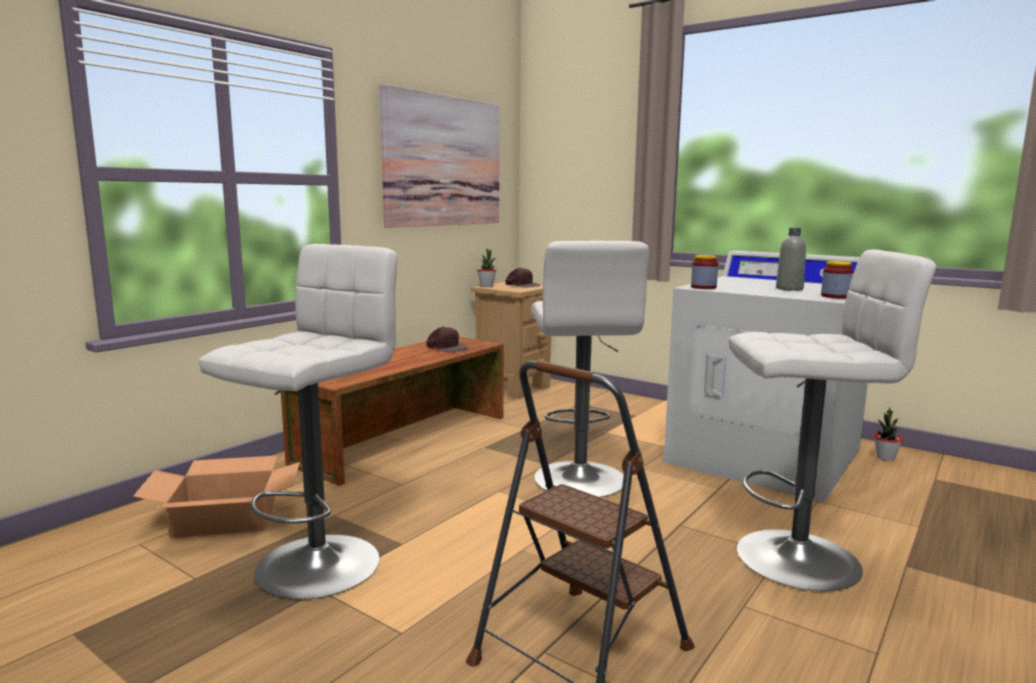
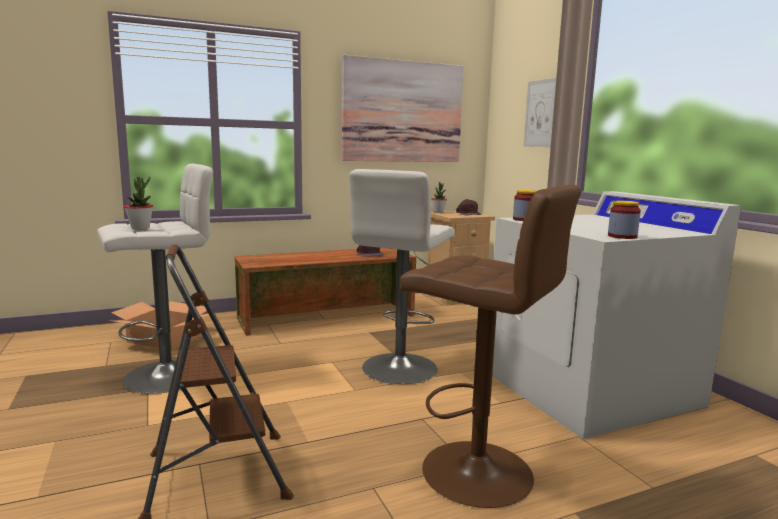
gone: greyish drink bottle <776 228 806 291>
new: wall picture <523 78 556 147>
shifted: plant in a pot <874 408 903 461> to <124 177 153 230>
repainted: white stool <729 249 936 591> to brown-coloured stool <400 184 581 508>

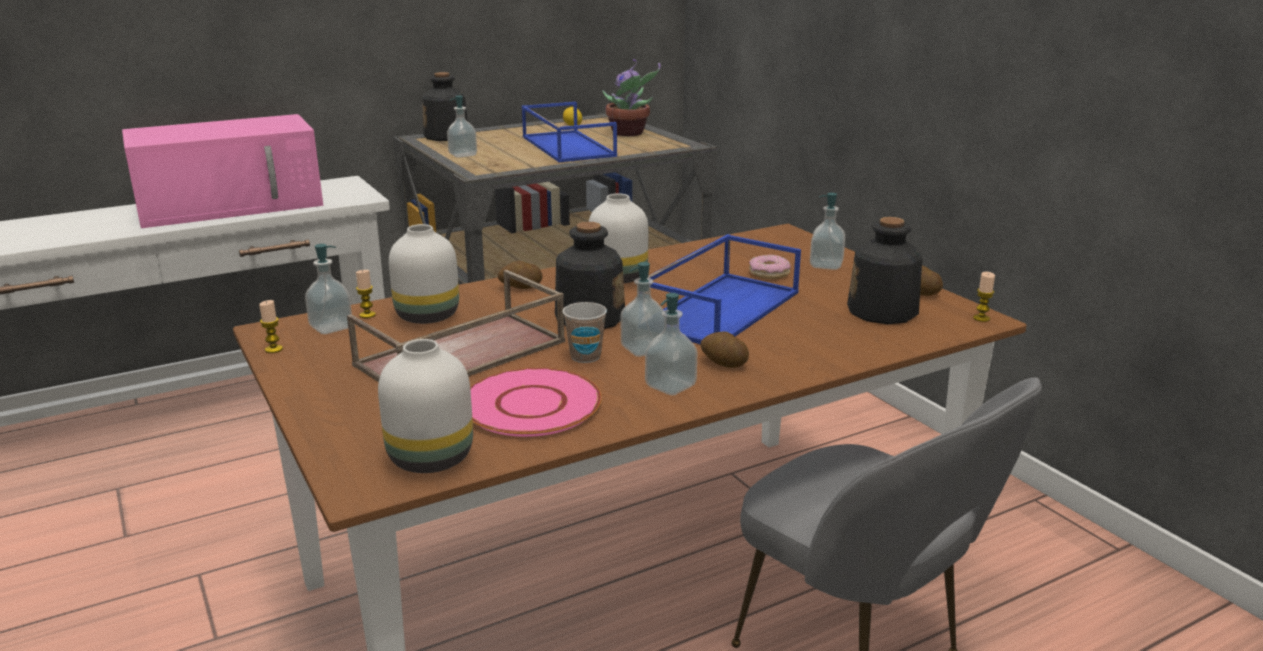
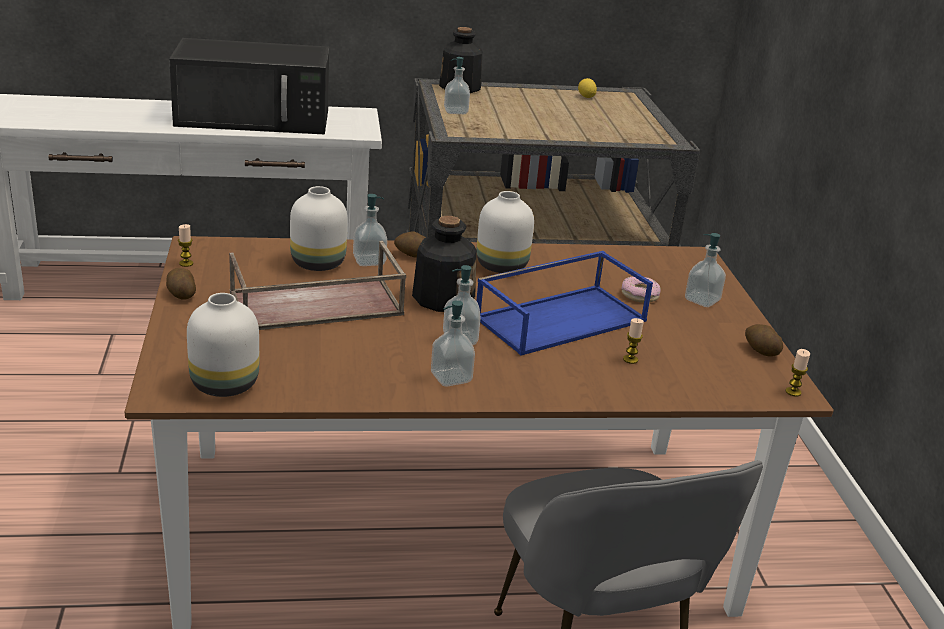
gone: pink flat dish <470 368 602 437>; bluish carrying tray <522 102 617 162>; small cup <563 302 607 363>; plant in a pot <603 59 661 136>; drink bottle <847 217 922 324>
shifted: potato <700 332 749 368> to <166 268 196 300>; liquid soap bottle <305 244 352 334> to <353 194 387 266>; wax candle <356 270 376 318> to <623 318 644 364>
repainted: pink kitchen microwave <122 114 323 228> to black kitchen microwave <169 38 329 134>

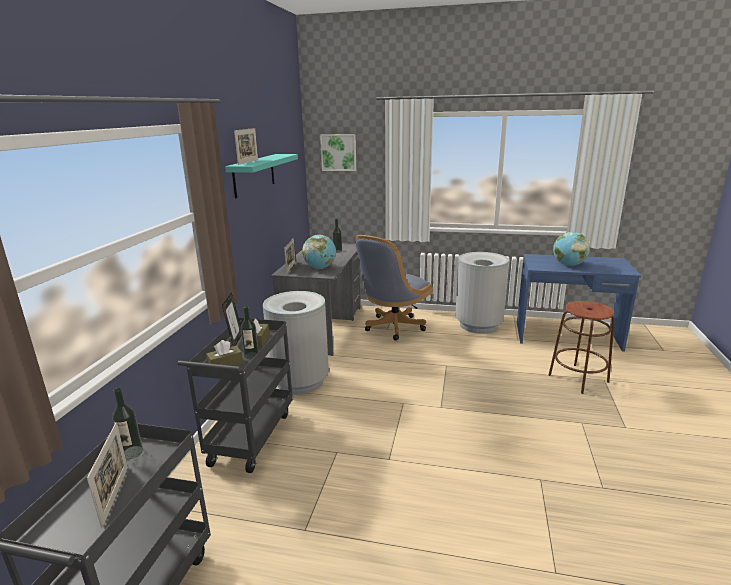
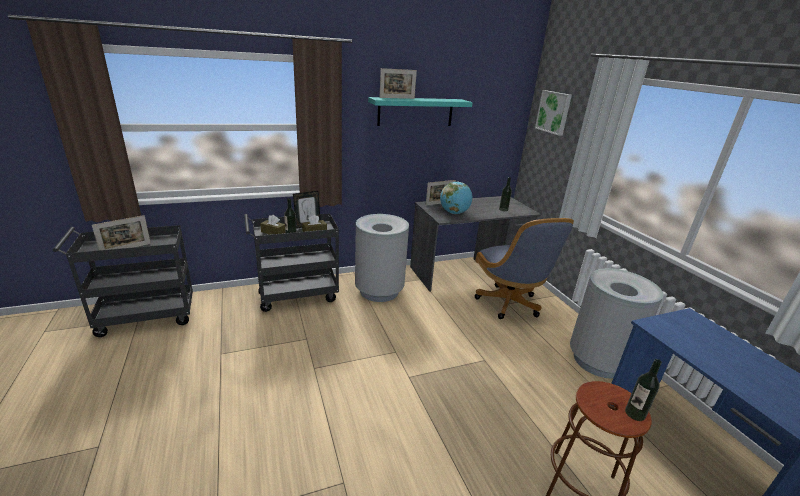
gone: world globe <553 232 590 266>
shifted: drink bottle <112 388 143 459> to <625 359 662 421>
rotated: bluish computer chair <356 235 433 341> = <475 218 574 319> 105 degrees counterclockwise

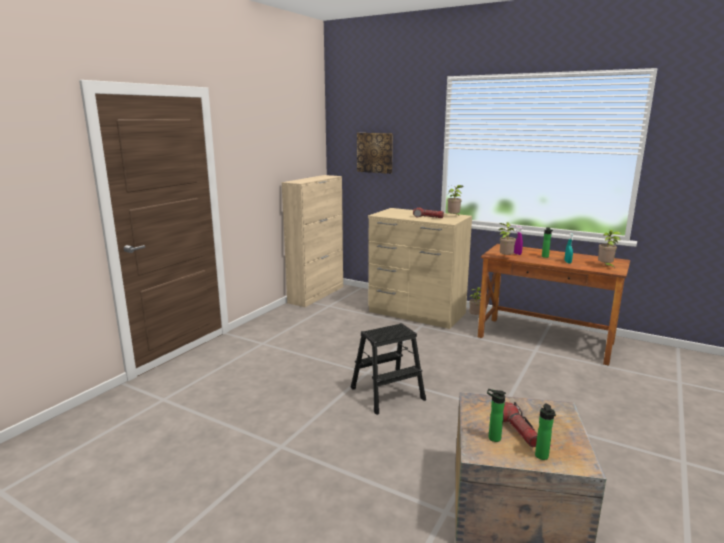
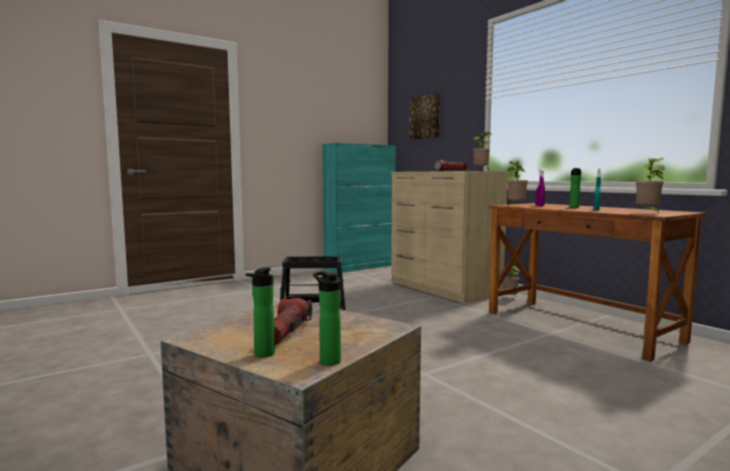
shifted: drink bottle <487 389 506 442> to <313 271 341 366>
repainted: beige-coloured storage cabinet <282 175 343 307> to turquoise-coloured storage cabinet <322 143 396 273>

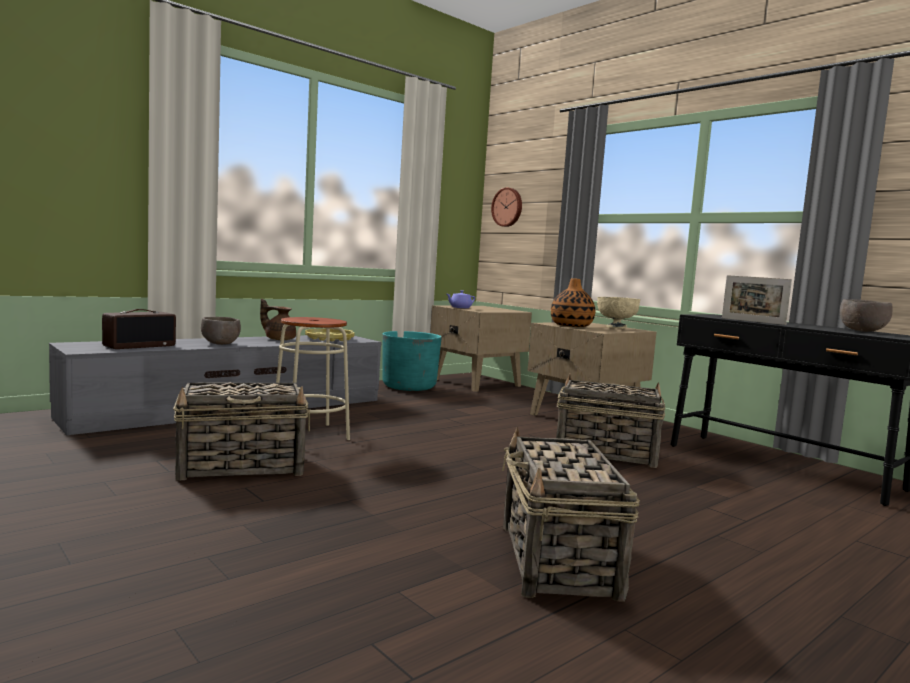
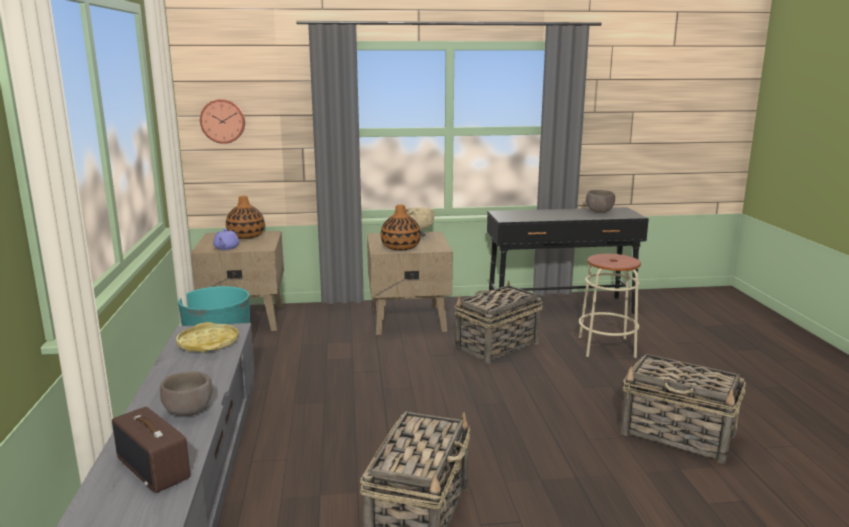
gone: brown-coloured tea pot <260 299 296 340>; standing frame <722 275 792 325>
new: decorative vase <226 196 265 239>
shifted: beige-coloured stool <276 317 350 440> to <579 254 641 358>
rotated: radio set <102 309 176 349> = <112 407 190 493> 150 degrees clockwise

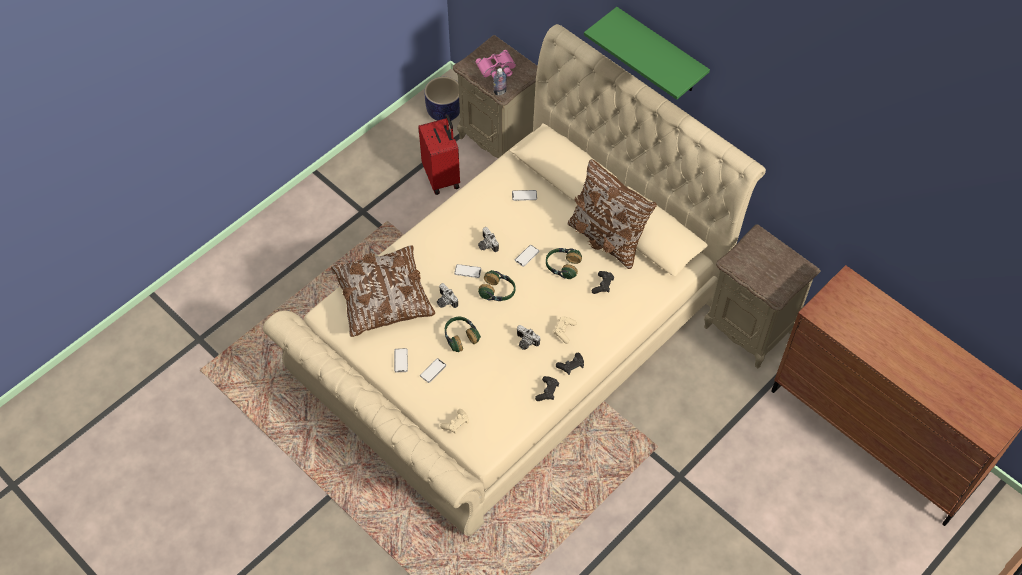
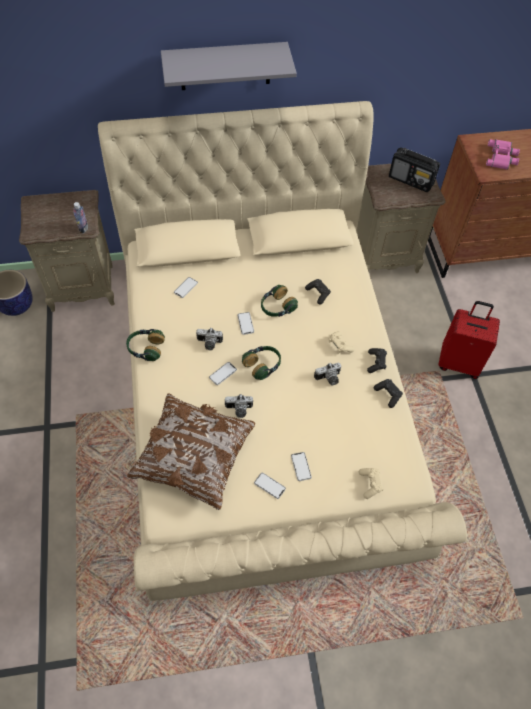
gone: brown-coloured throw pillow <567 159 657 269>
new: radio set <389 147 440 192>
shifted: headset <445 316 481 352> to <126 329 165 361>; red-coloured travel case <418 115 460 195> to <438 301 500 379>; pink pair of binoculars <476 50 516 79> to <486 139 520 170>
repainted: greenish bracket shelf <584 7 710 100> to greyish bracket shelf <161 42 297 90>

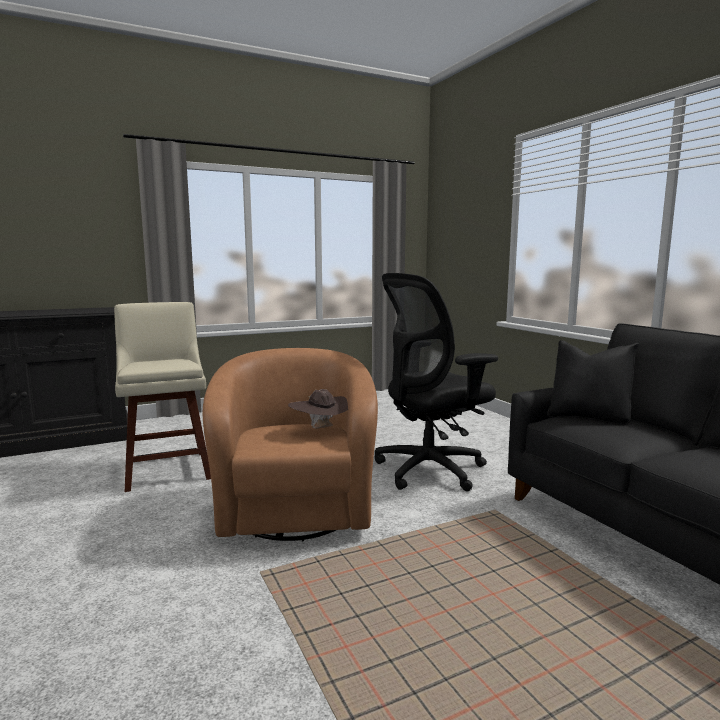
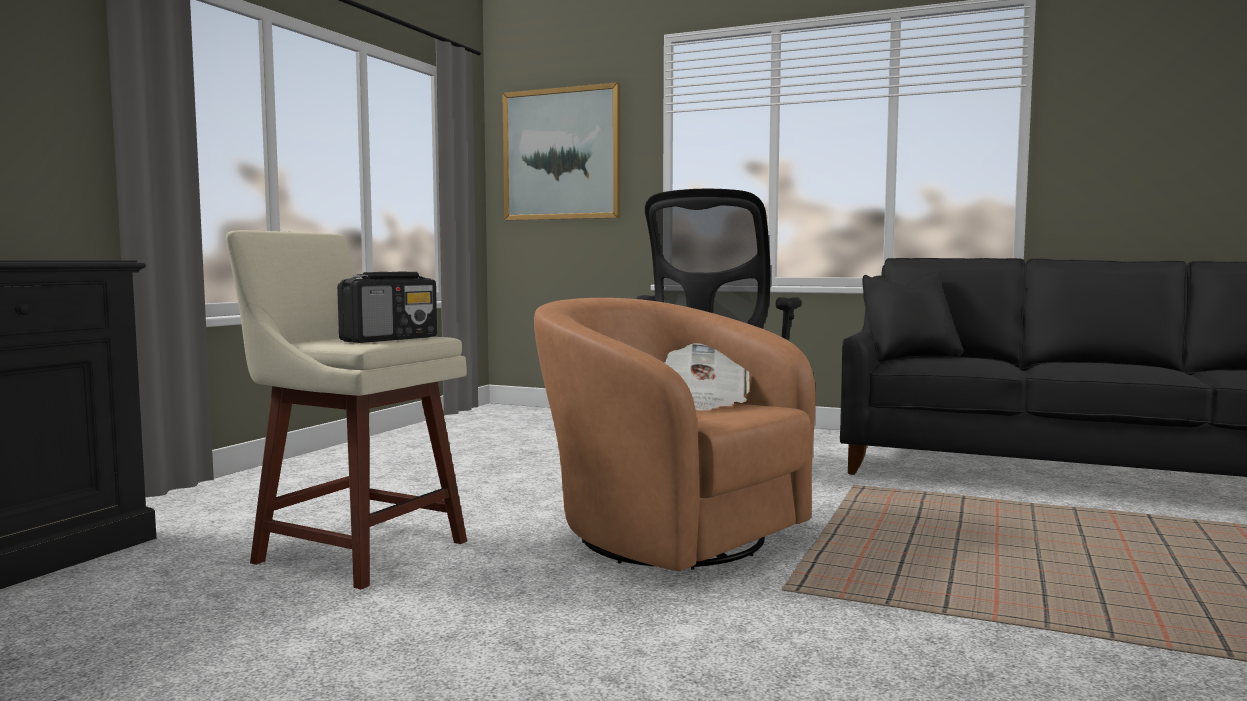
new: radio set <337 271 437 343>; wall picture <502 82 620 220>
swapped: brown-coloured wearable hat <288 389 348 429> to printed paper <664 343 749 410>

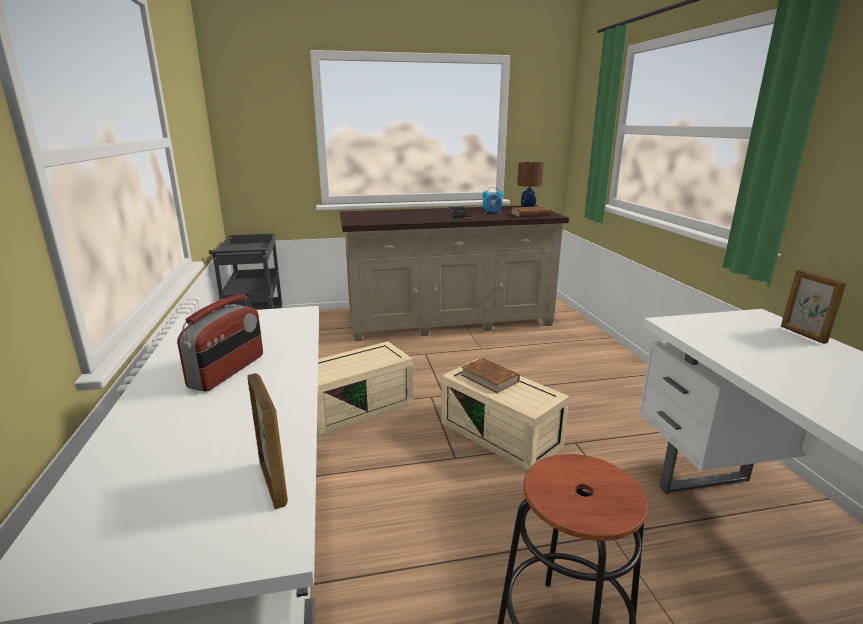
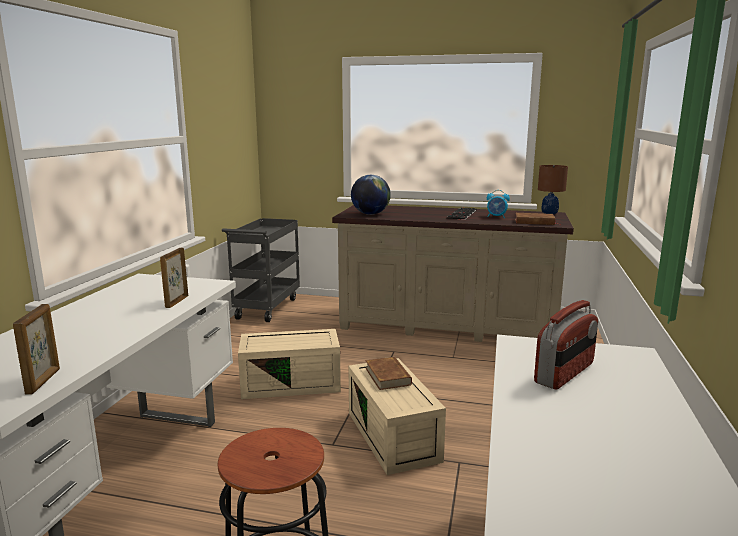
new: world globe <351 175 391 215>
shifted: standing frame <781 269 847 344> to <160 248 188 308>; radio set <177 294 263 391> to <534 300 598 390>

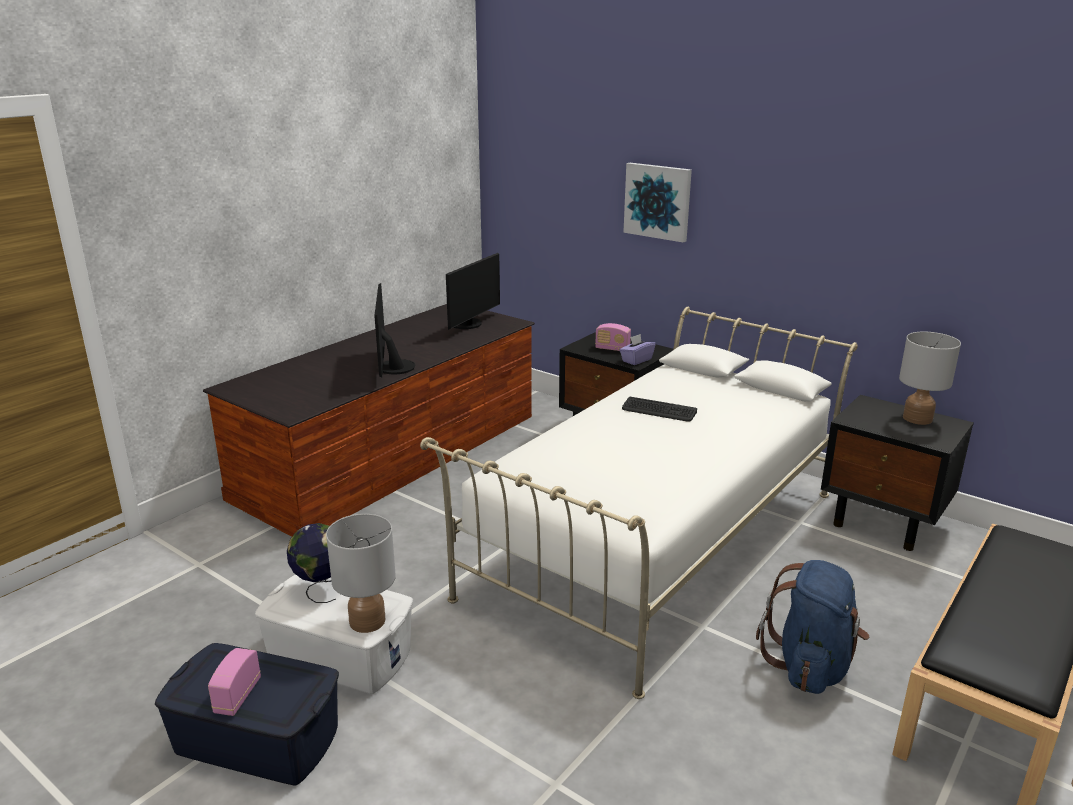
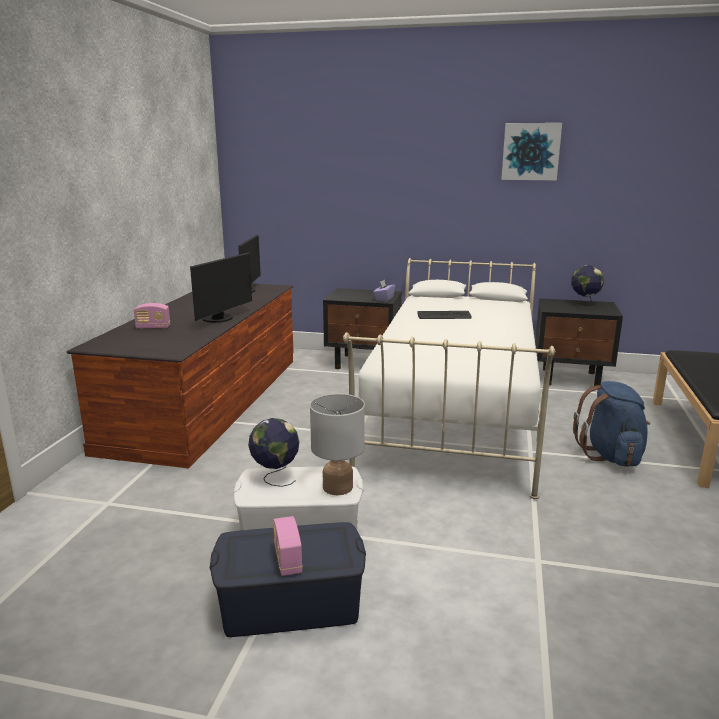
shifted: radio set <595 323 631 351> to <134 303 170 329>; wall picture <623 163 692 243> to <501 123 562 181>
swapped: greyish lamp for a table <899 332 961 425> to world globe <571 265 604 308>
rotated: computer screen <374 283 415 377> = <190 252 252 323> 120 degrees counterclockwise

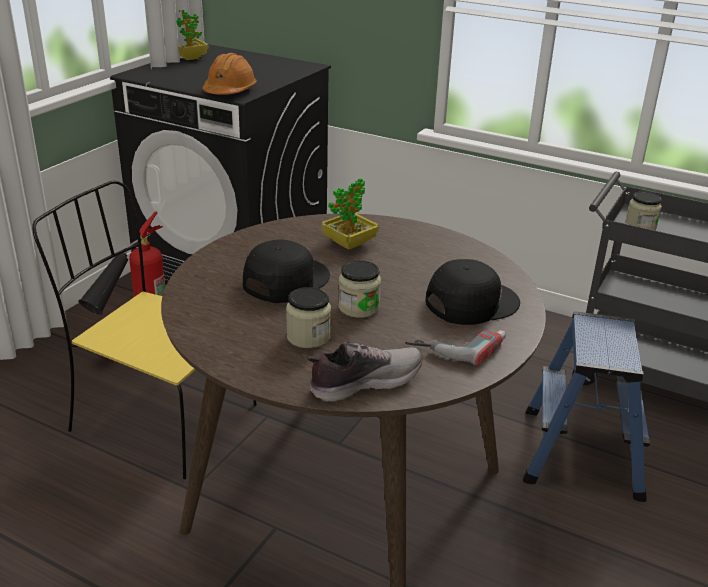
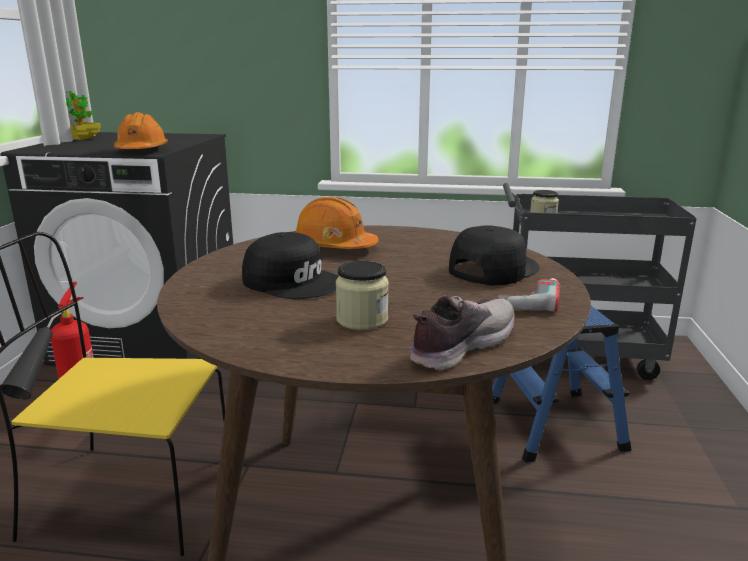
gone: storage jar <338 260 381 318>
swapped: plant in a pot <321 178 379 250> to orange-coloured work helmet <294 197 379 249>
rotated: black baseball cap <243 239 330 303> = <242 232 339 299> 105 degrees clockwise

